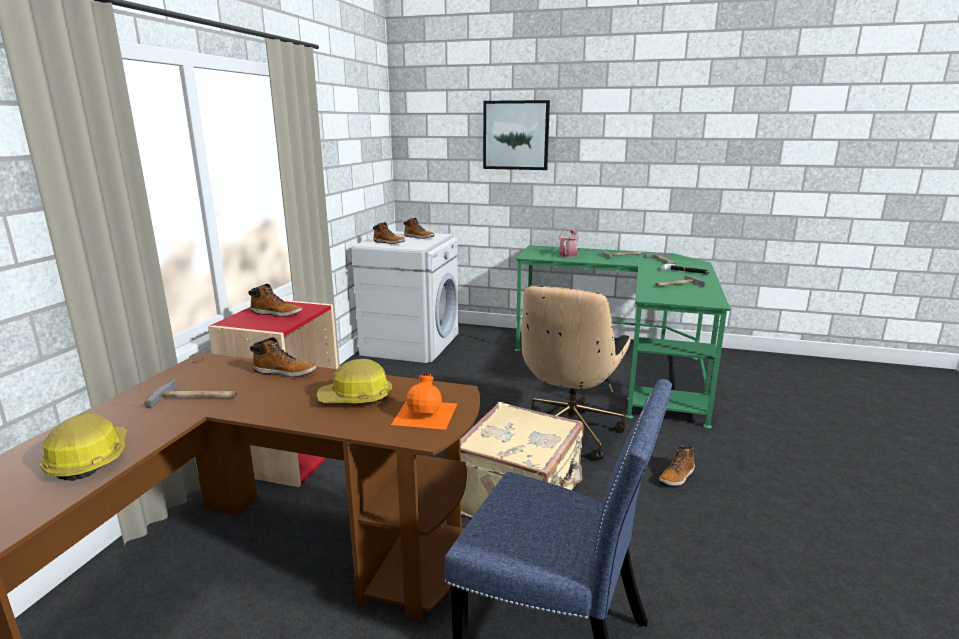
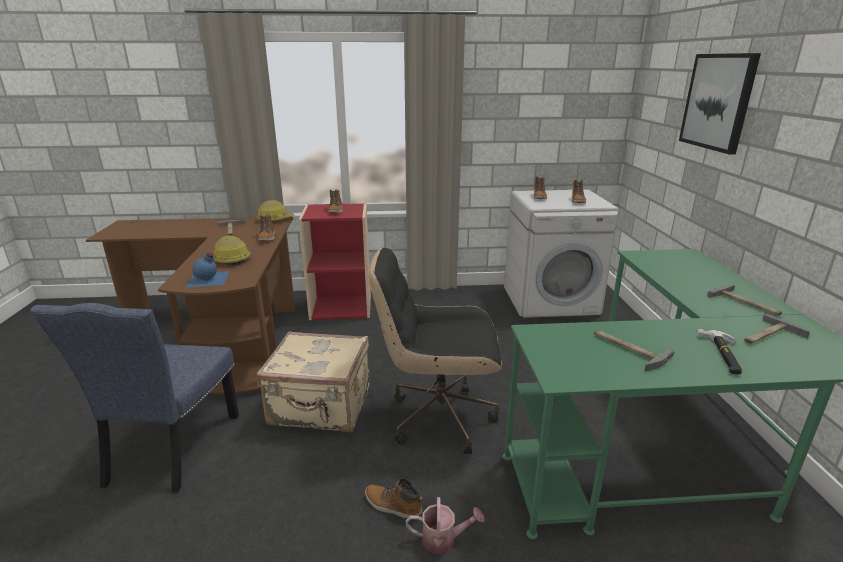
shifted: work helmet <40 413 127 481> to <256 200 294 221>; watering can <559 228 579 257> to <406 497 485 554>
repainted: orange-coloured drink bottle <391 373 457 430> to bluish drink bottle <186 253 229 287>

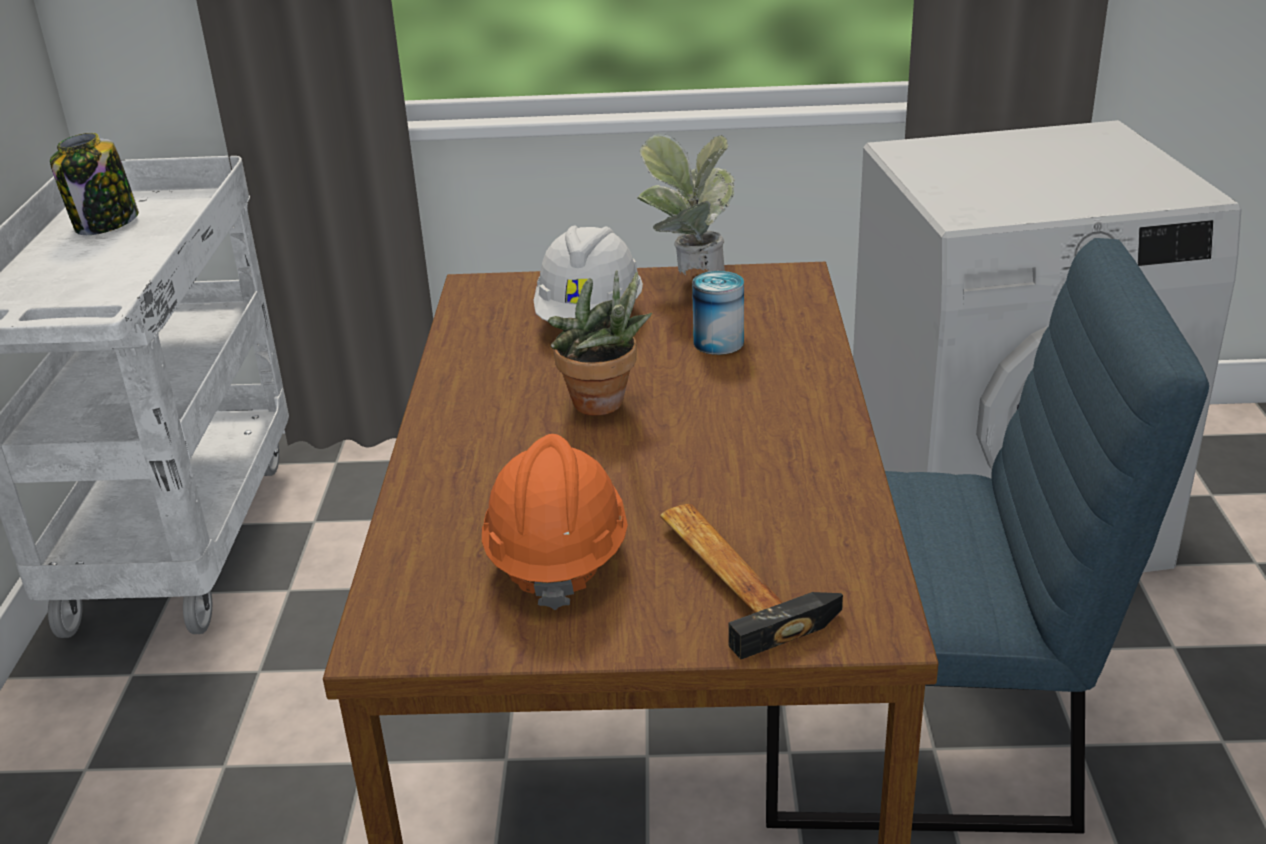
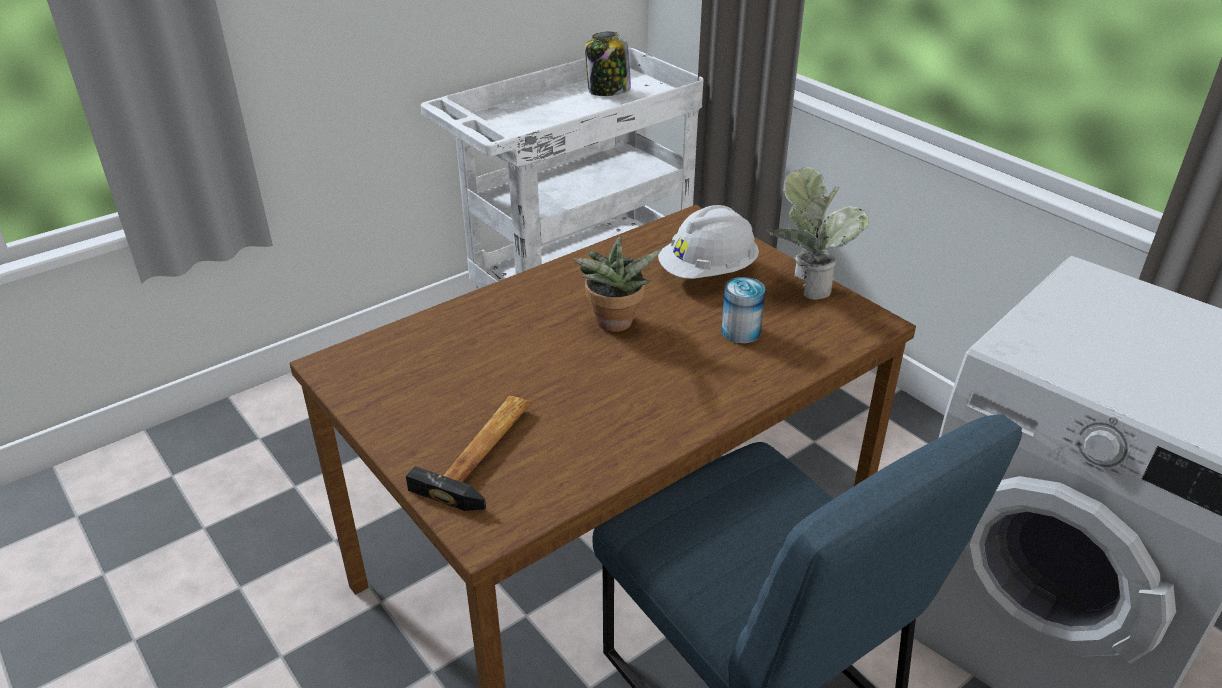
gone: orange-coloured work helmet <482 434 628 610>

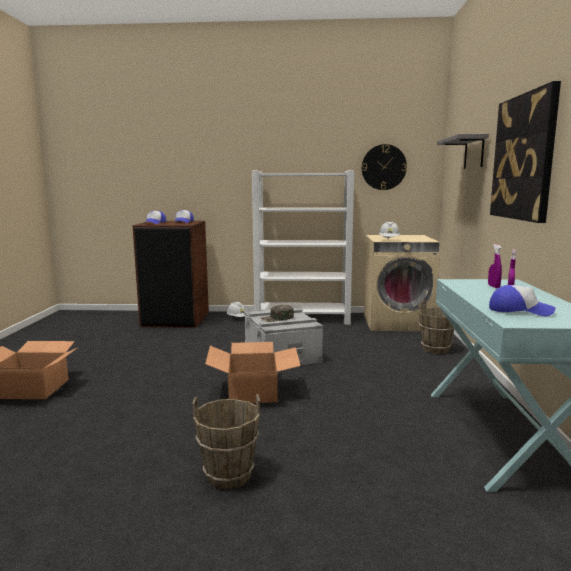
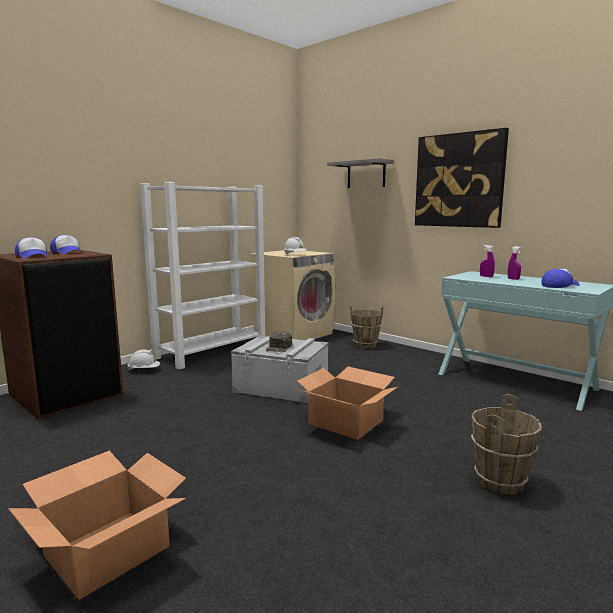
gone: wall clock <362 144 407 190>

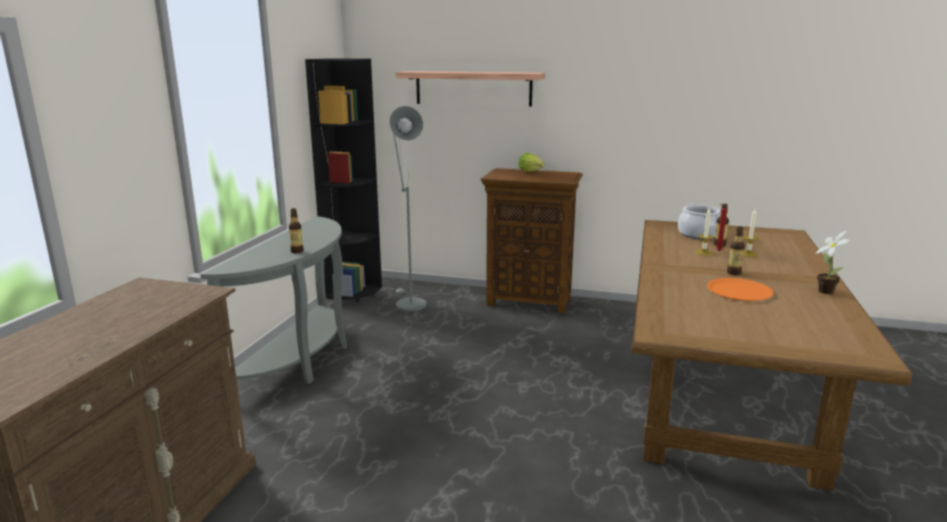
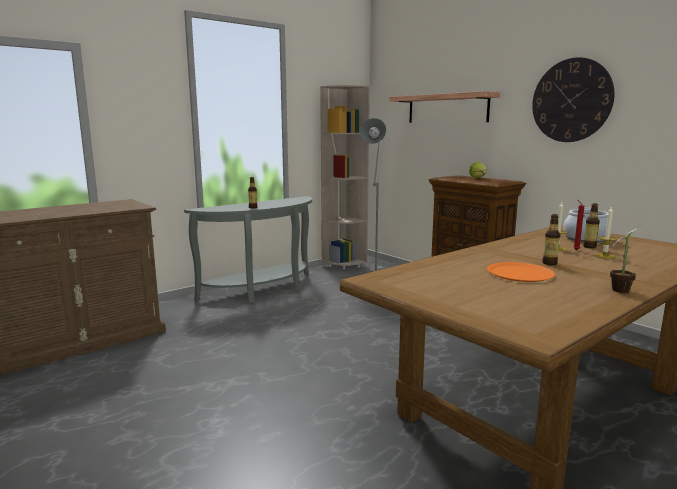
new: wall clock <532 57 615 142>
repainted: black bookcase <305 58 382 303> to beige-coloured bookcase <320 85 370 269>

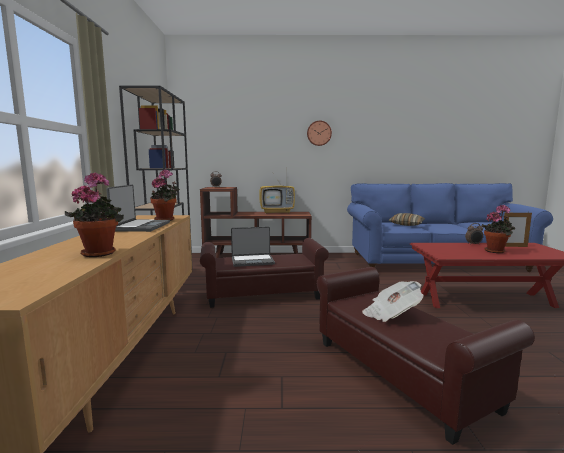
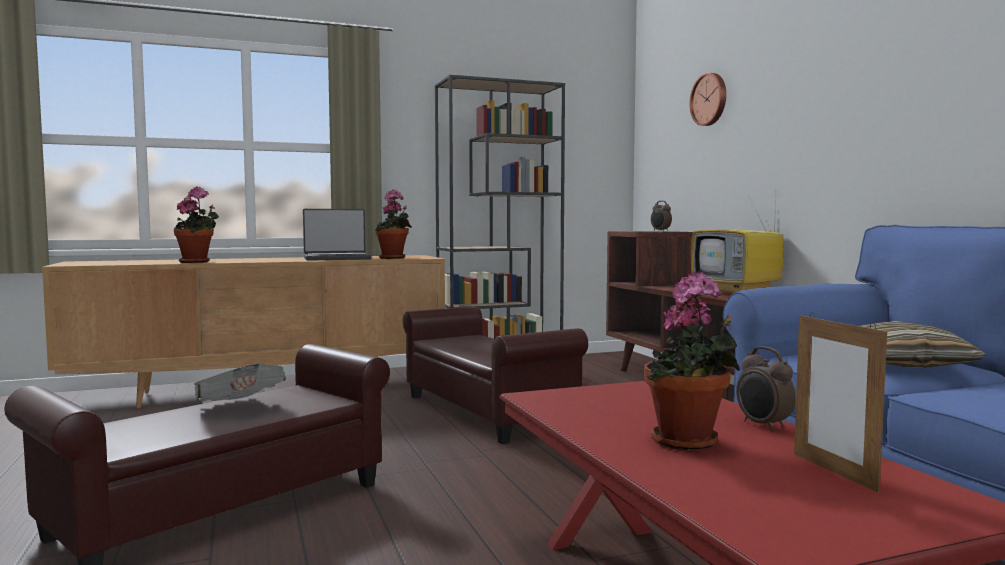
gone: laptop <231 227 275 267>
shifted: wall clock <307 121 332 146> to <689 73 726 126>

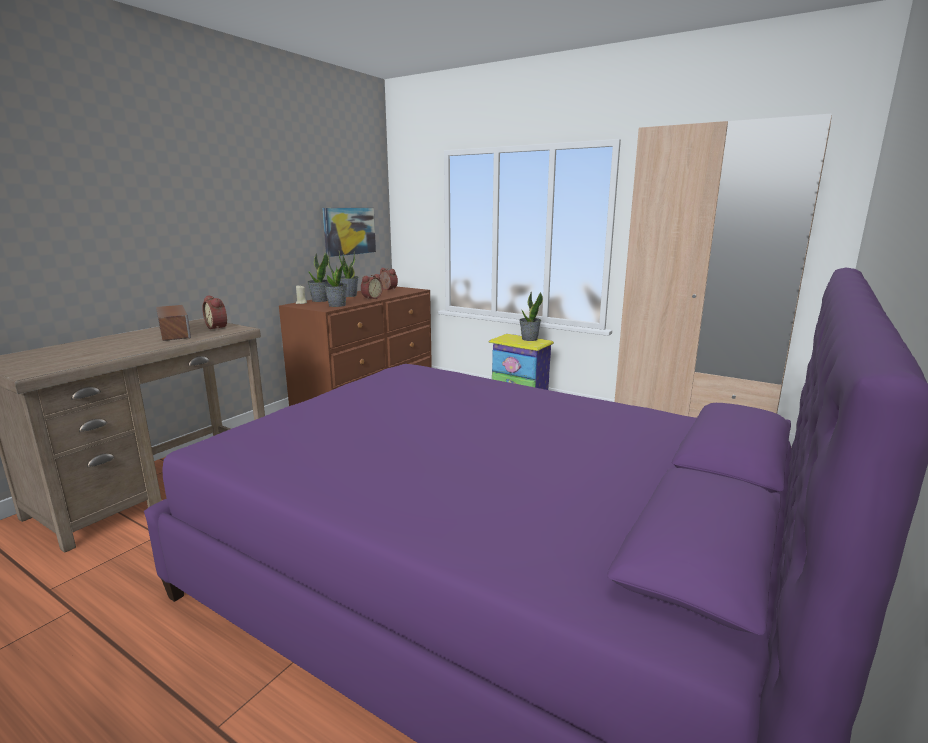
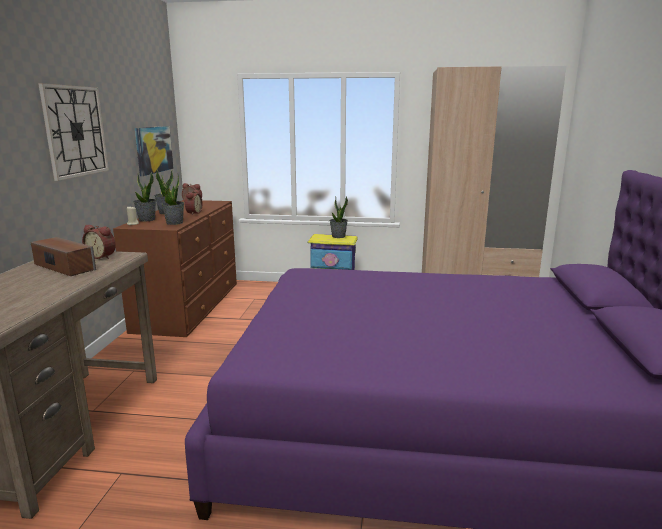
new: wall clock <38 83 109 181>

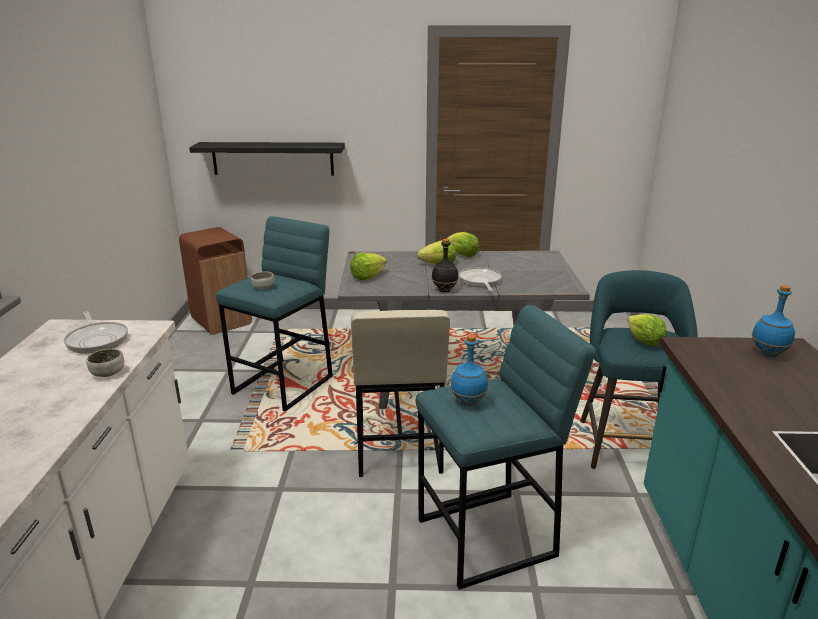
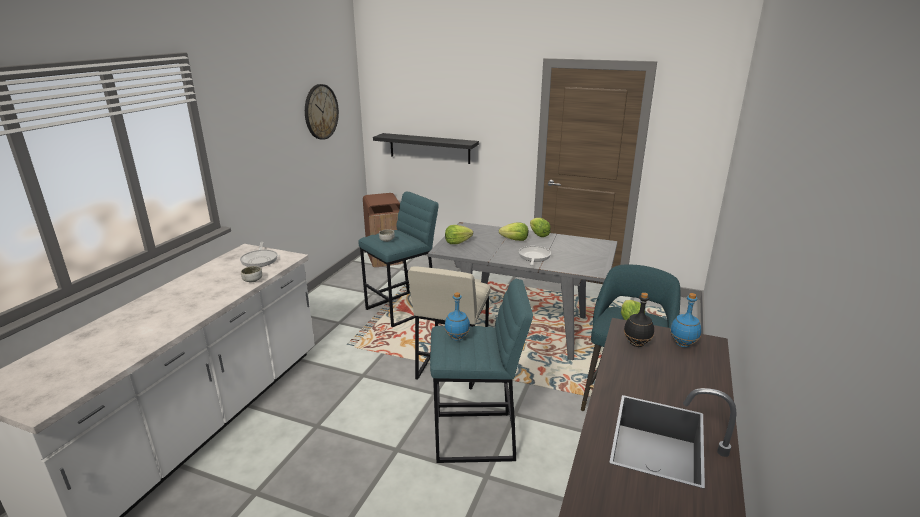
new: wall clock <305 84 339 140>
shifted: black drink bottle <432 239 458 292> to <624 293 654 347>

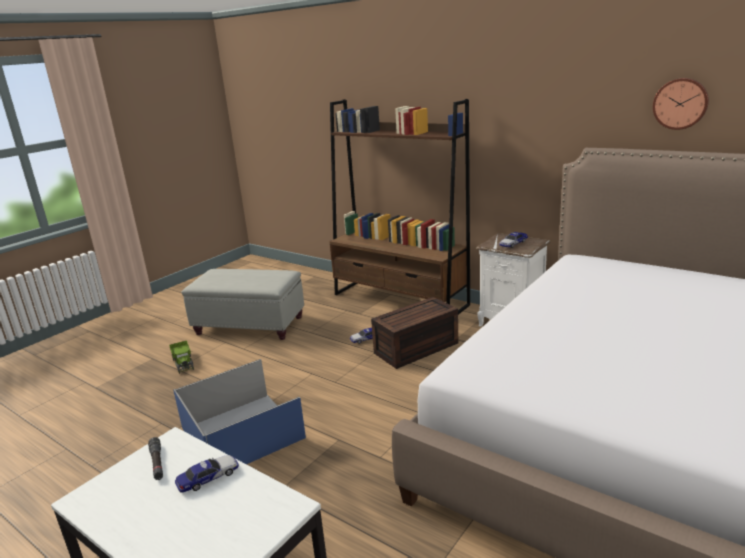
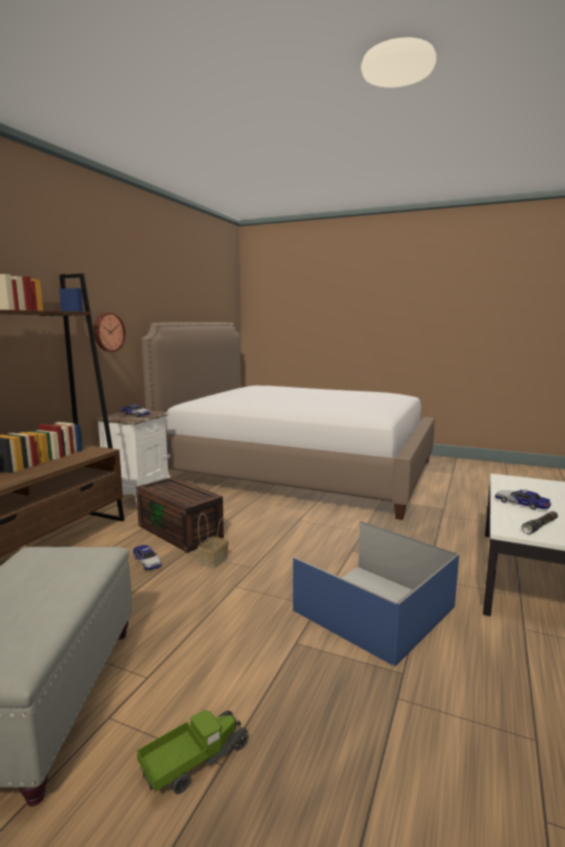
new: storage basket <198 513 228 568>
shifted: wall clock <653 78 709 130> to <94 312 126 352>

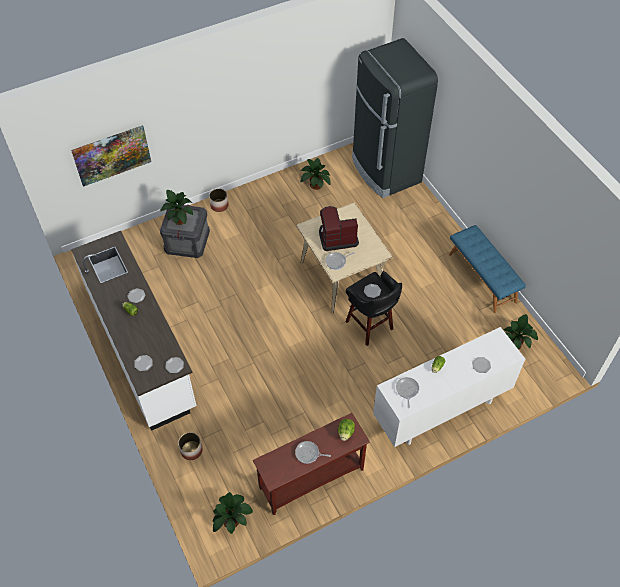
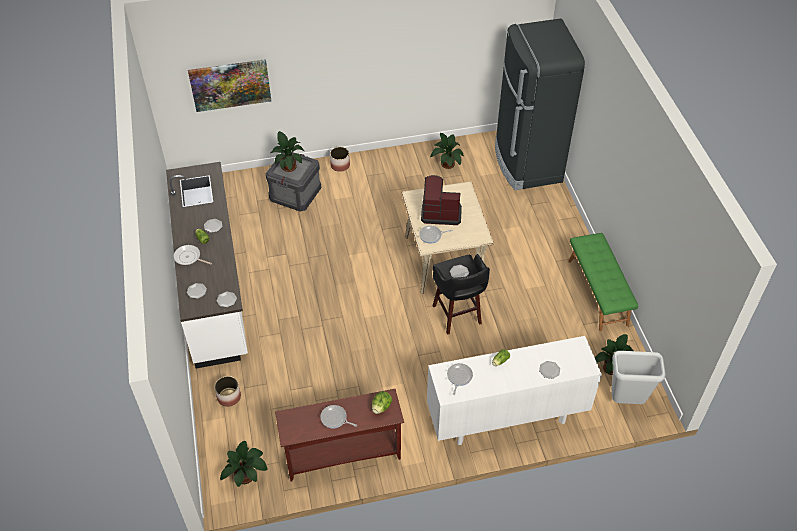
new: pan <173 245 212 265>; greyish trash can <611 351 665 404>
repainted: bluish long seat <449 225 526 313> to greenish long seat <568 233 638 331>

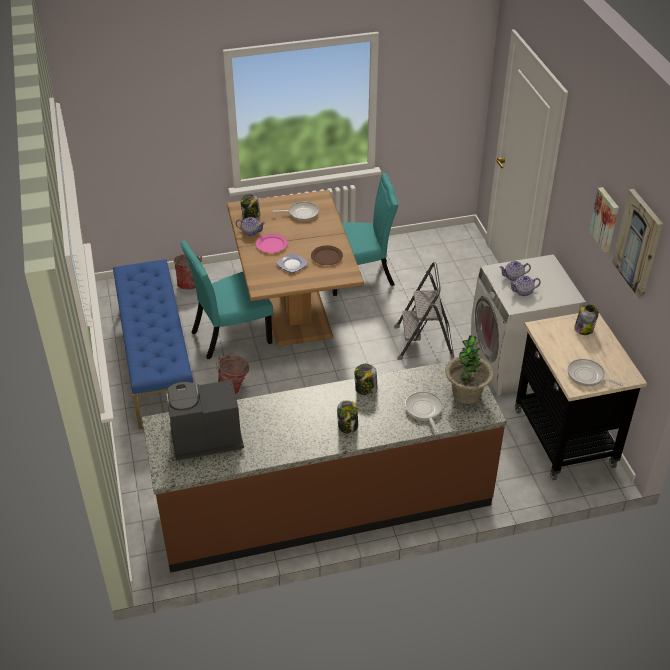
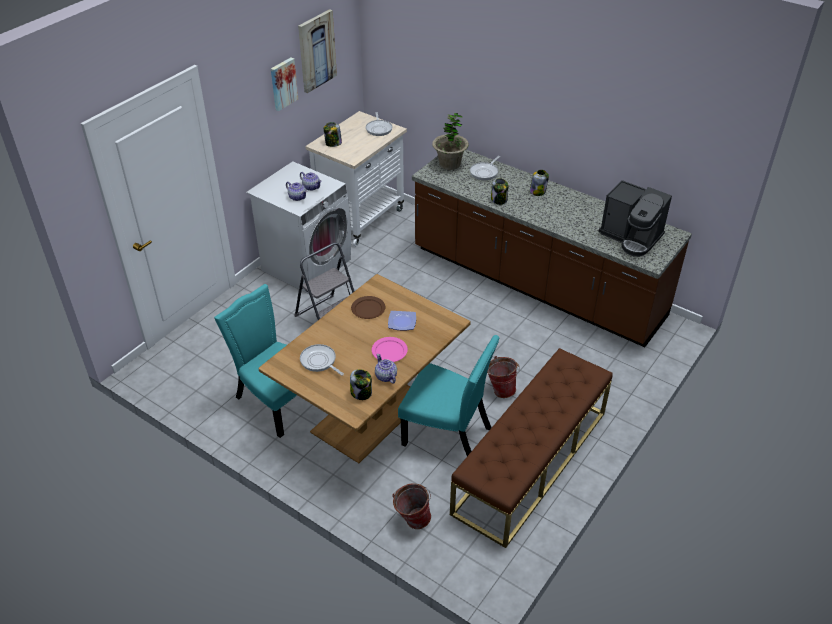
repainted: black wheeled cart <515 313 647 480> to white wheeled cart <305 111 407 246>; bluish long seat <113 259 193 429> to brown-coloured long seat <450 348 613 548>

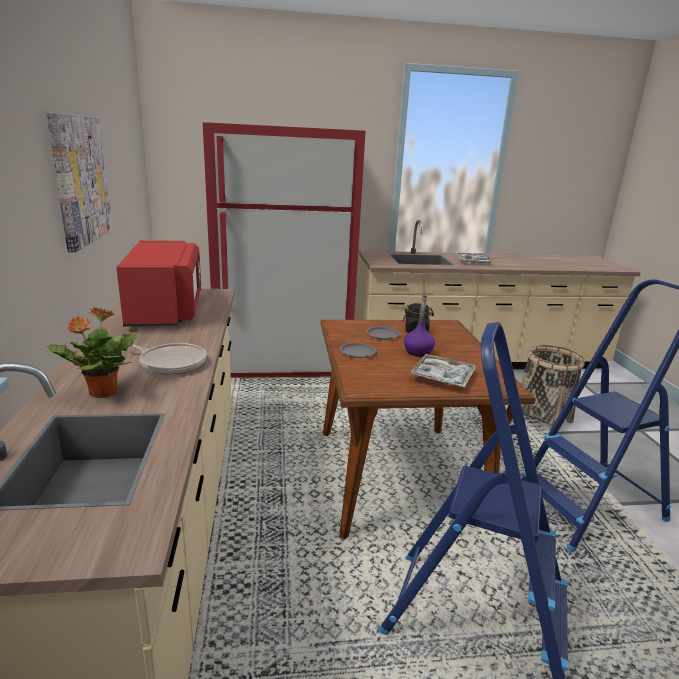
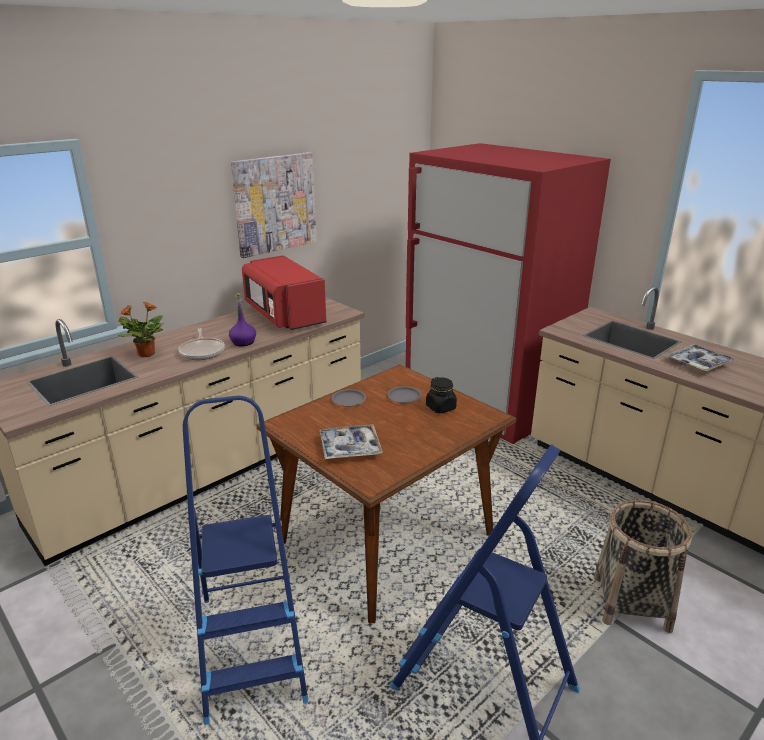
shifted: purple drink bottle <404 295 435 356> to <229 293 256 346>
rotated: red-coloured kitchen microwave <116 240 201 326> = <242 255 327 330> 105 degrees clockwise

